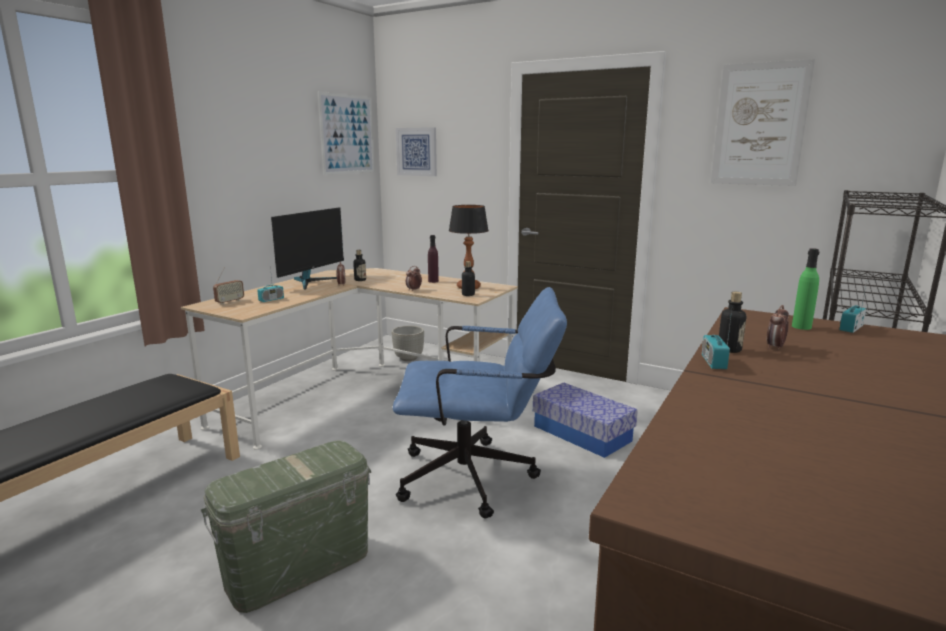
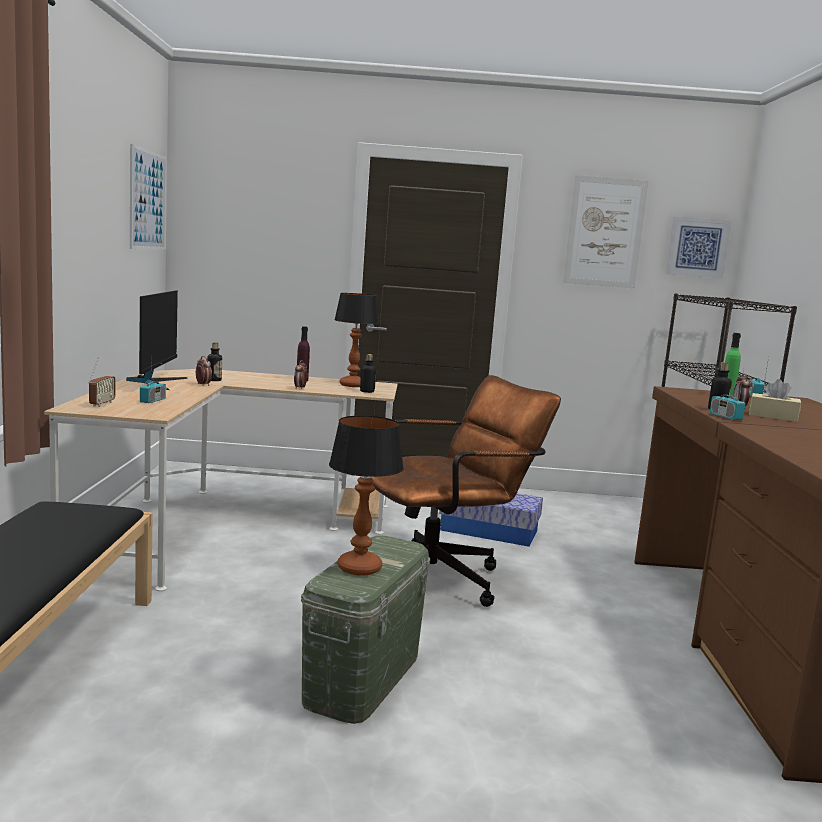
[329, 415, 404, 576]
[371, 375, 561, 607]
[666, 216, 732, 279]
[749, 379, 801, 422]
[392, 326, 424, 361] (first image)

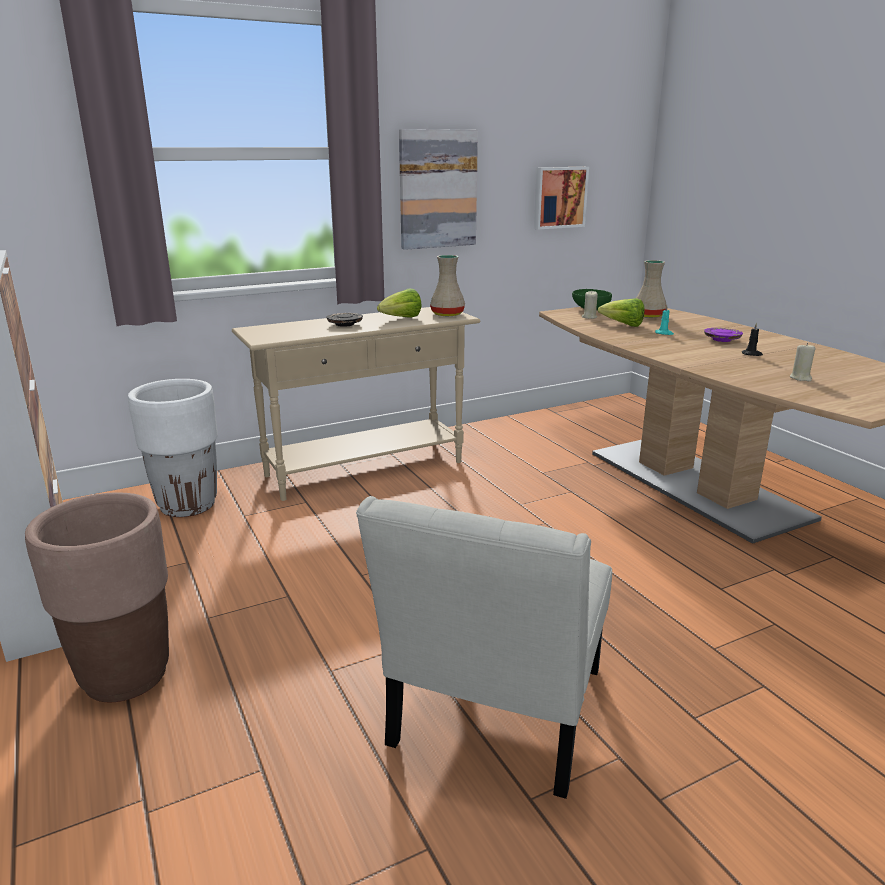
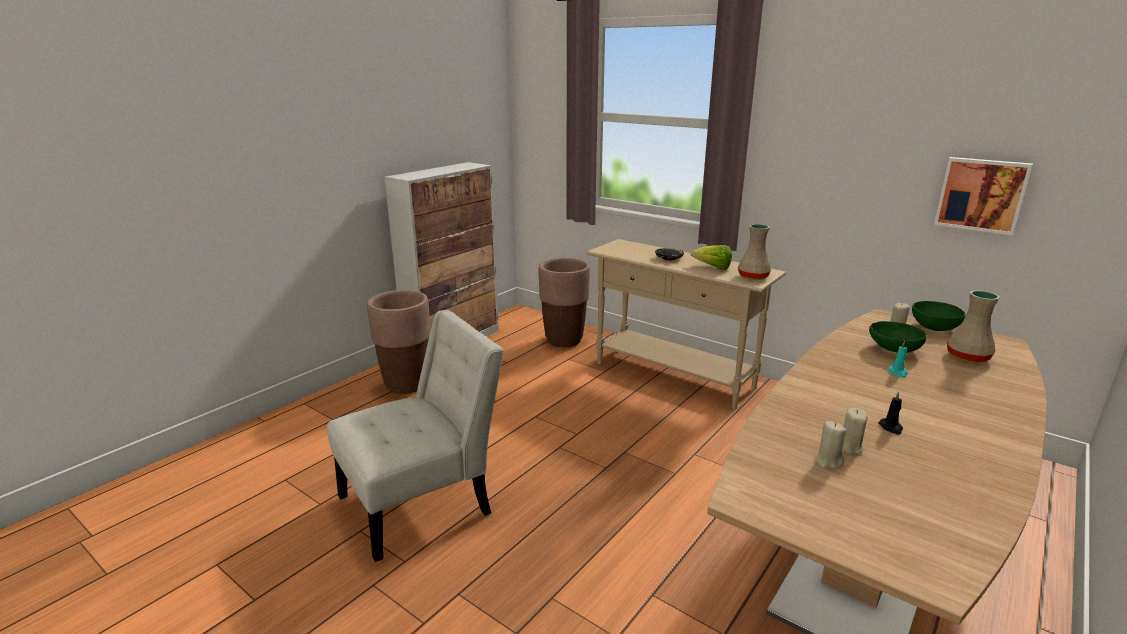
[327, 310, 504, 562]
[539, 258, 590, 347]
[842, 408, 867, 454]
[869, 321, 927, 353]
[399, 129, 478, 250] (first image)
[704, 328, 743, 342] (first image)

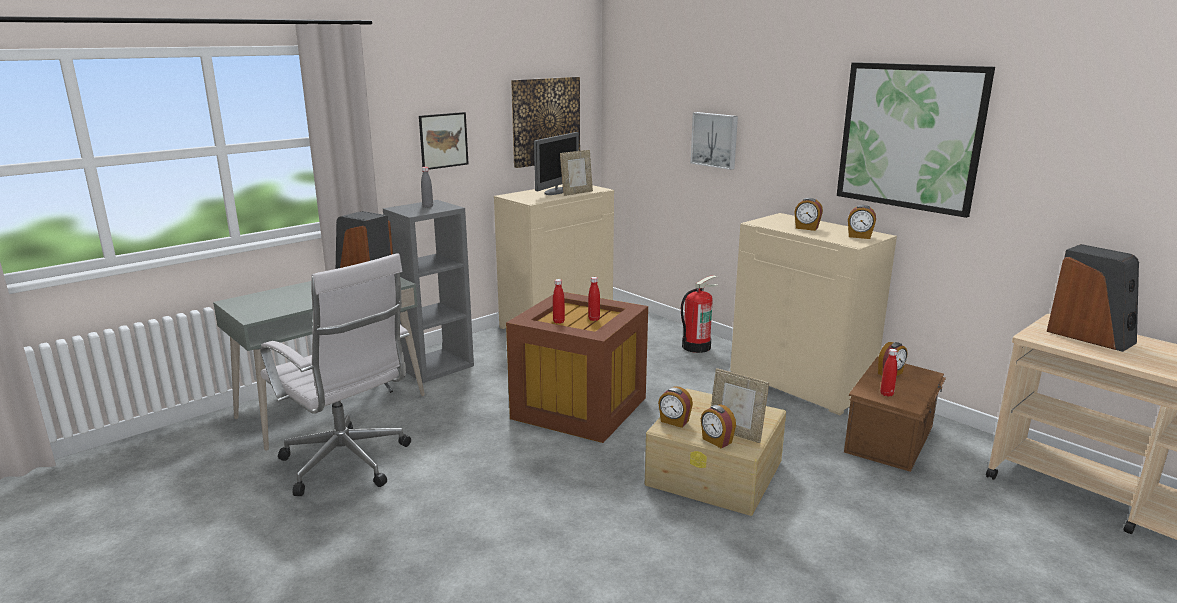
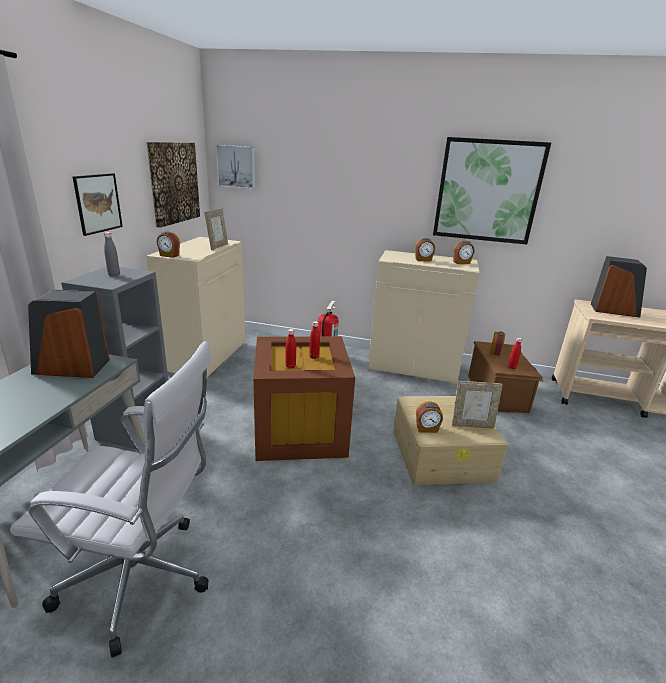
[156, 231, 180, 258]
[216, 145, 255, 189]
[534, 132, 579, 195] (first image)

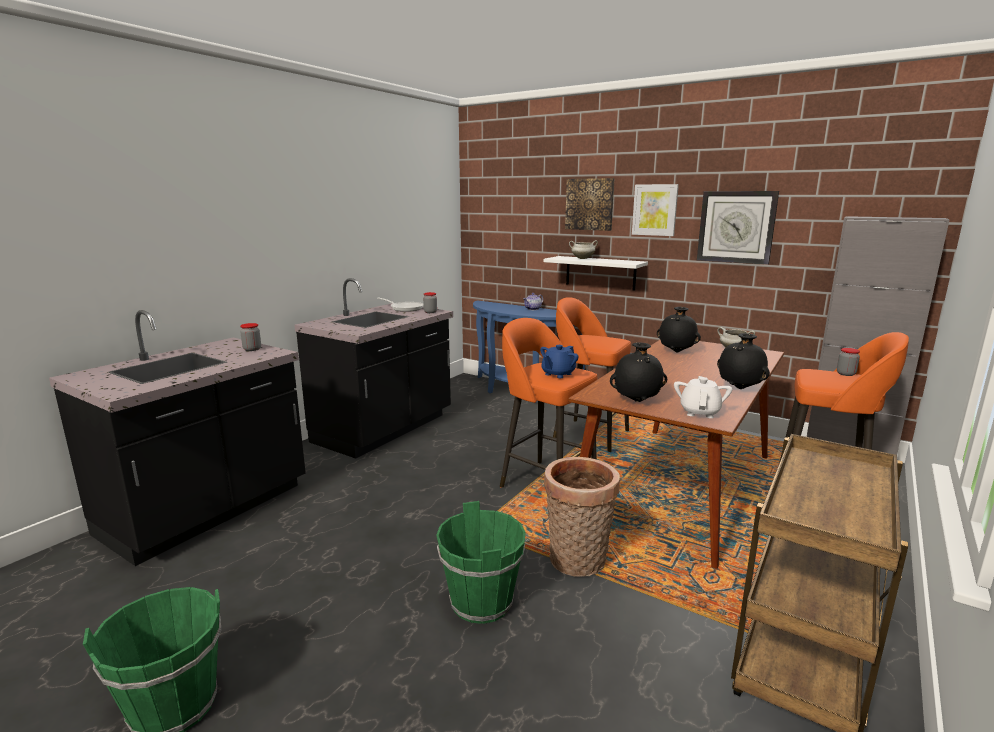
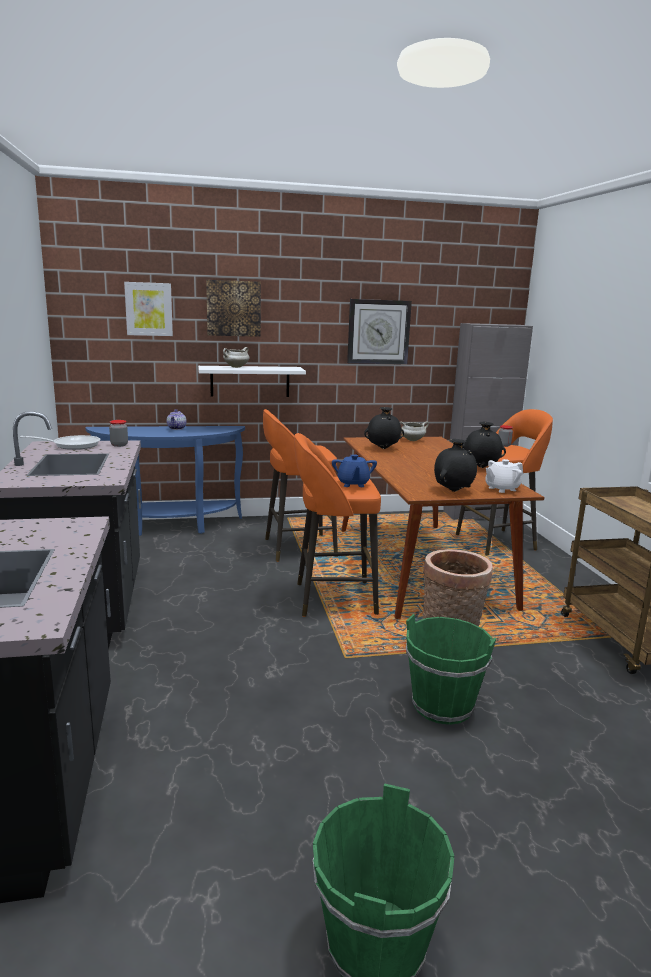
[124, 282, 173, 336]
[485, 459, 523, 493]
[240, 323, 261, 351] (first image)

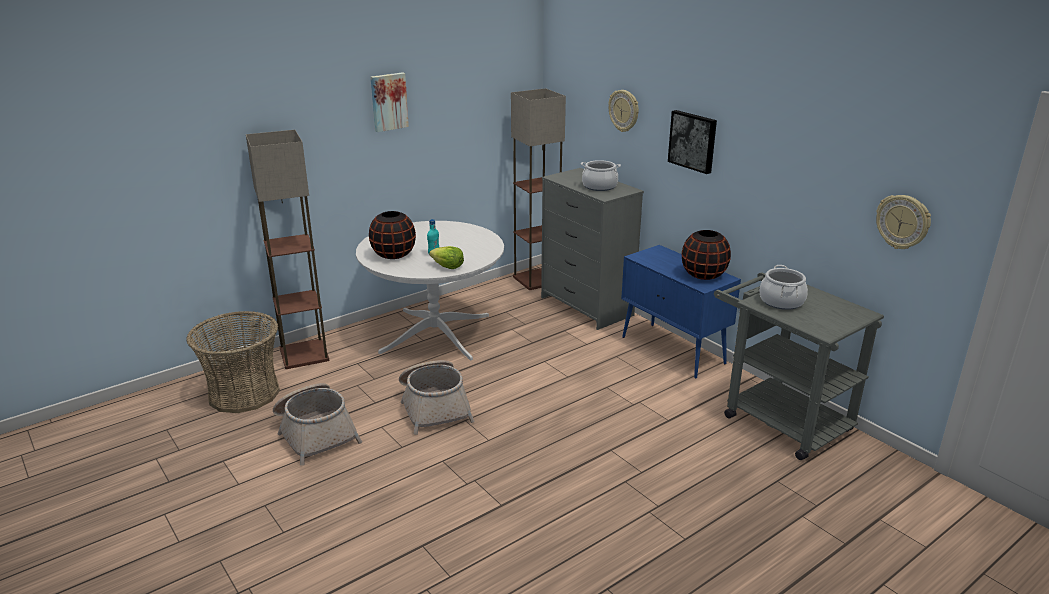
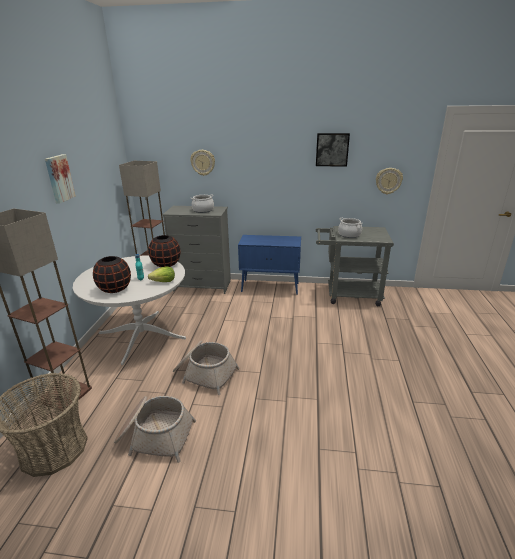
[148, 235, 180, 267]
[316, 133, 350, 167]

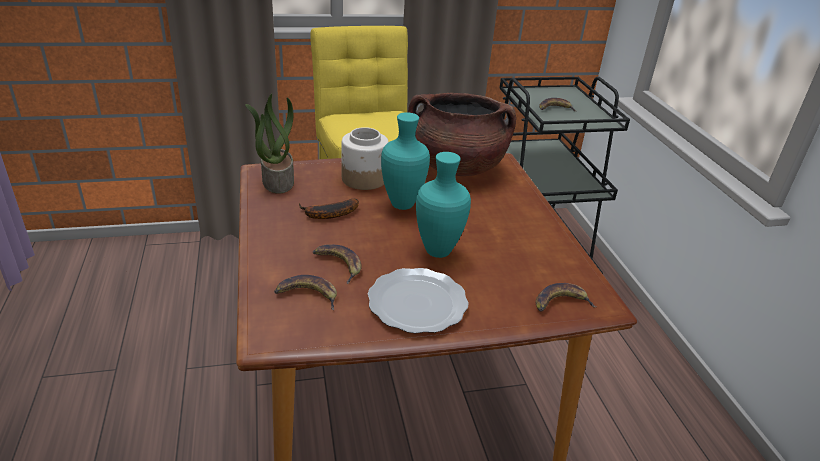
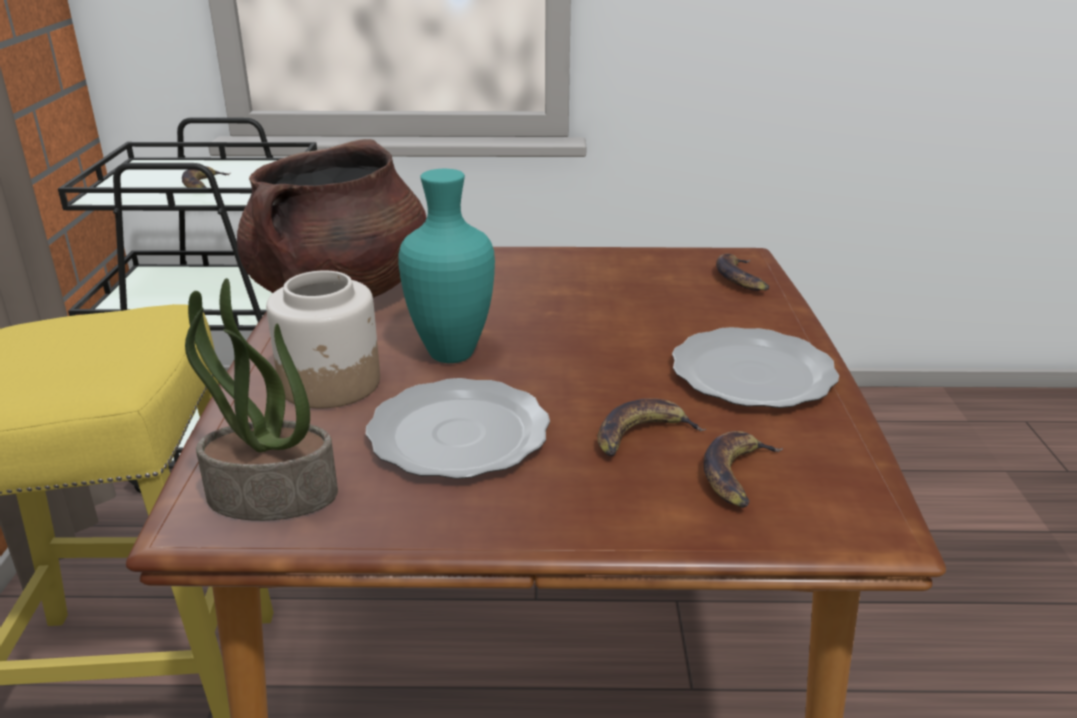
[366, 378, 550, 479]
[416, 152, 471, 258] (first image)

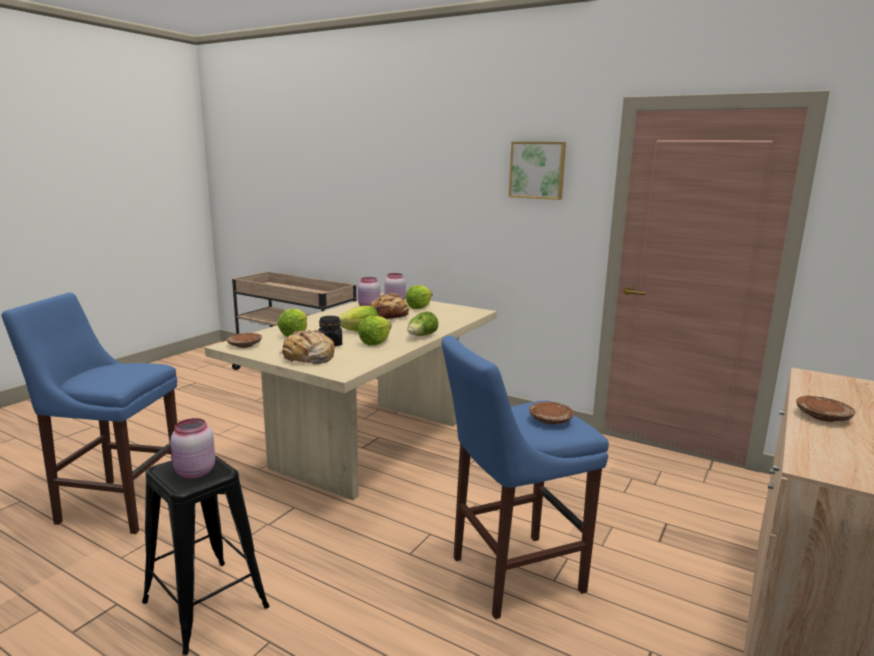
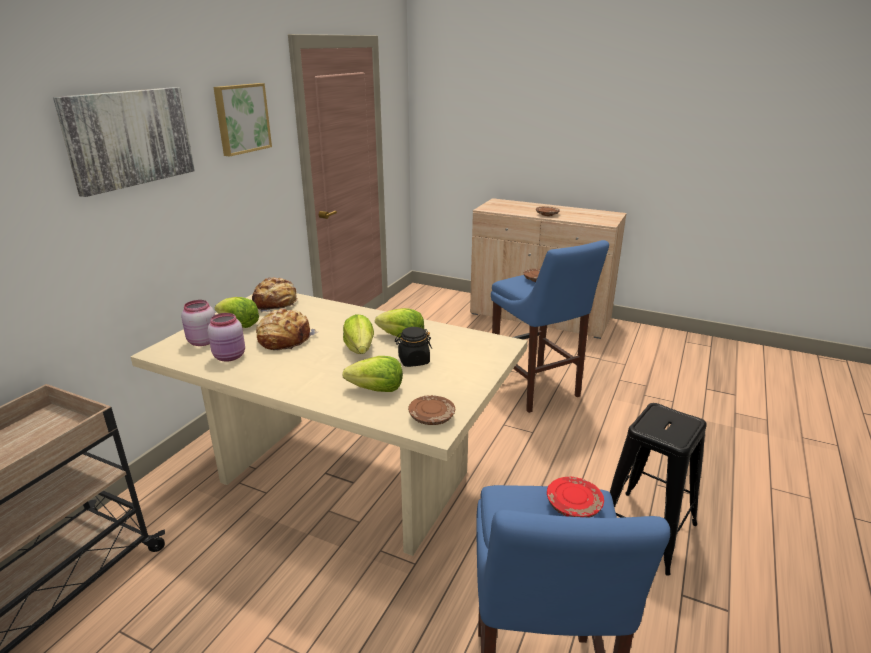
[53, 87, 195, 197]
[252, 277, 297, 312]
[547, 477, 604, 517]
[170, 418, 215, 479] (first image)
[407, 311, 438, 336] (first image)

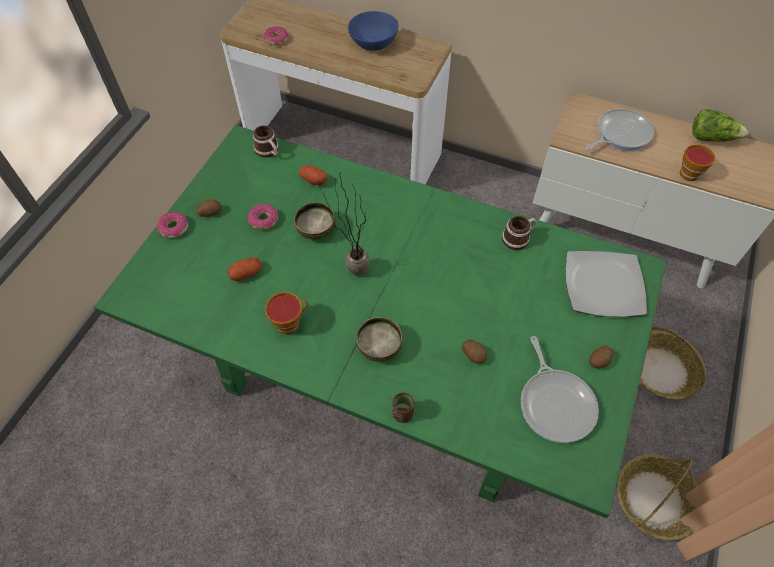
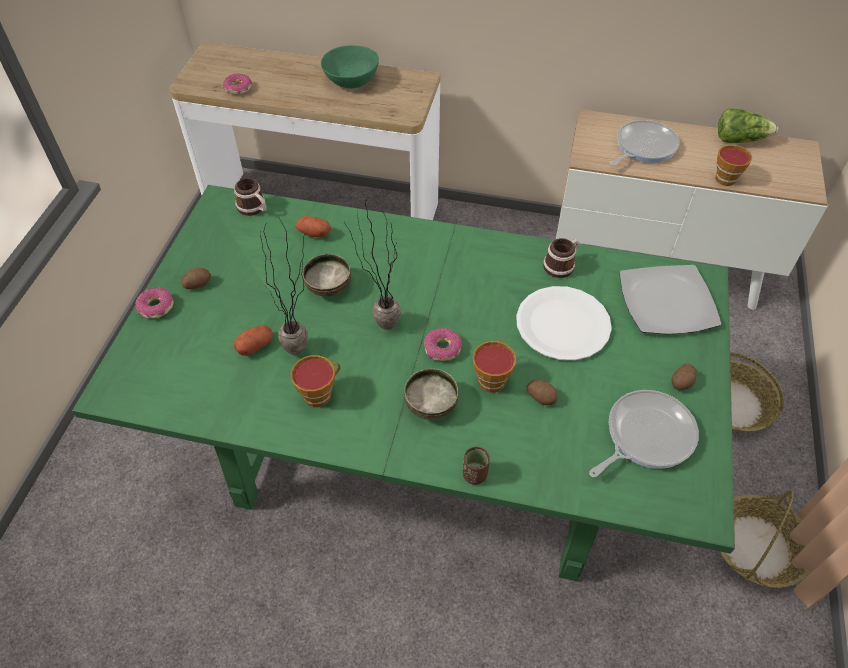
[260, 218, 308, 355]
[321, 45, 379, 89]
[424, 328, 463, 361]
[473, 340, 516, 393]
[516, 286, 612, 360]
[589, 390, 699, 477]

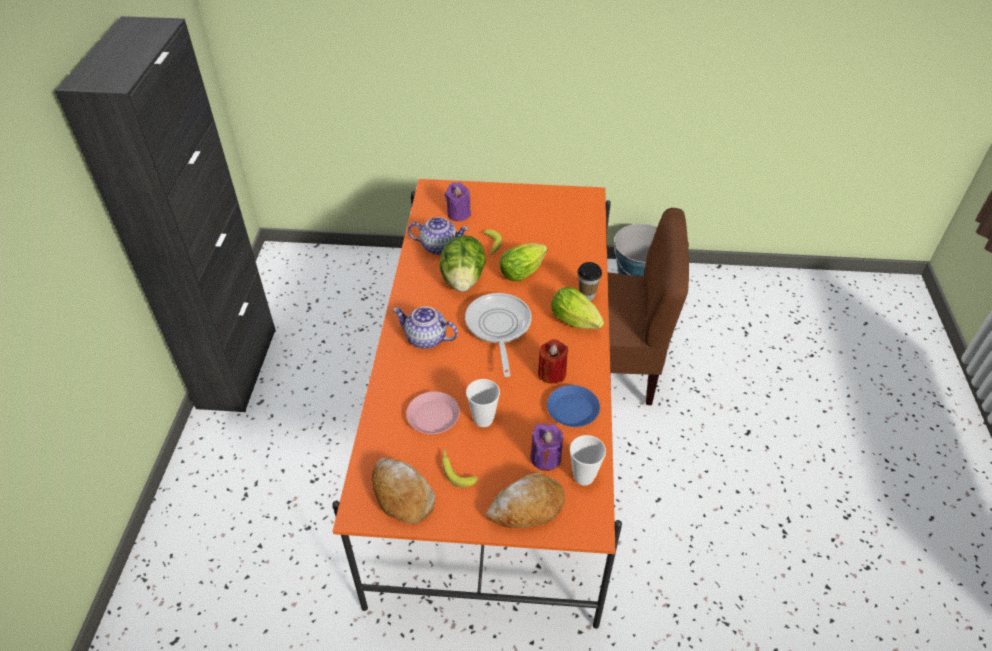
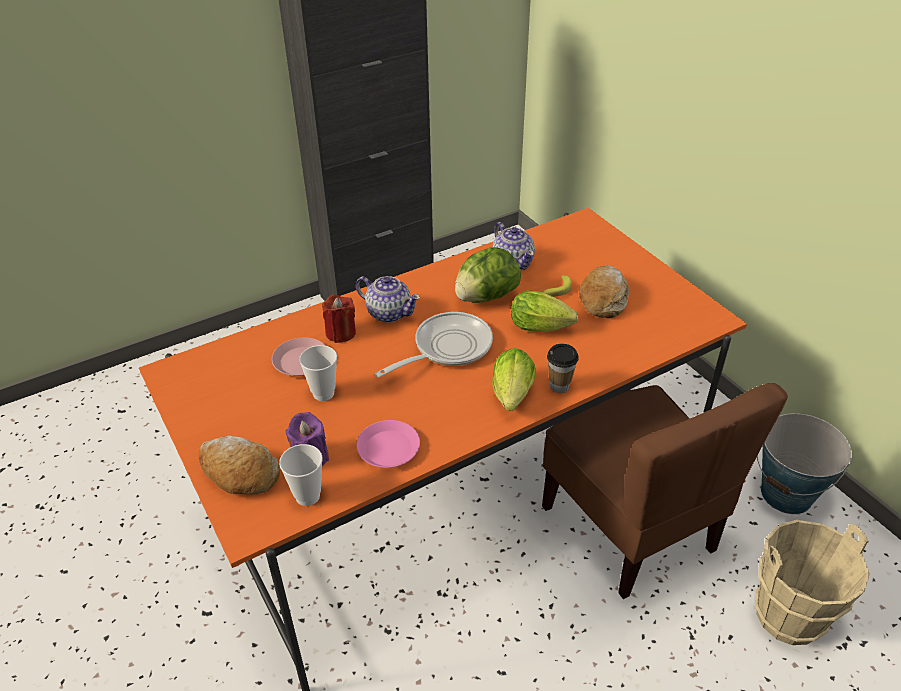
[322, 295, 356, 343]
[356, 276, 420, 323]
[356, 420, 420, 468]
[579, 265, 629, 318]
[755, 520, 870, 645]
[442, 449, 478, 487] (first image)
[445, 182, 471, 221] (first image)

